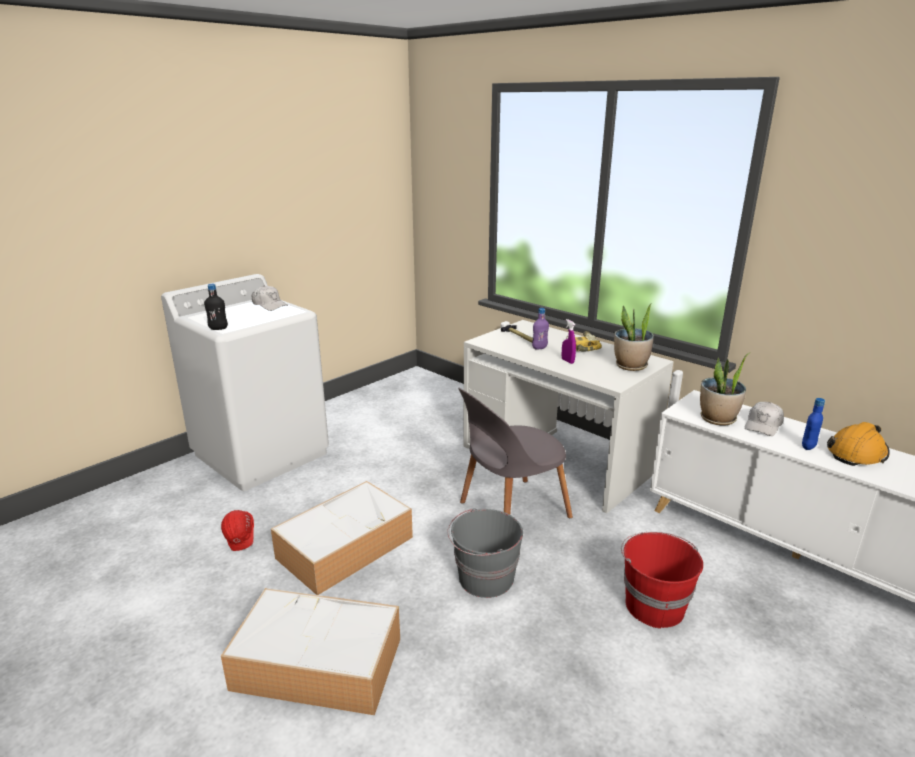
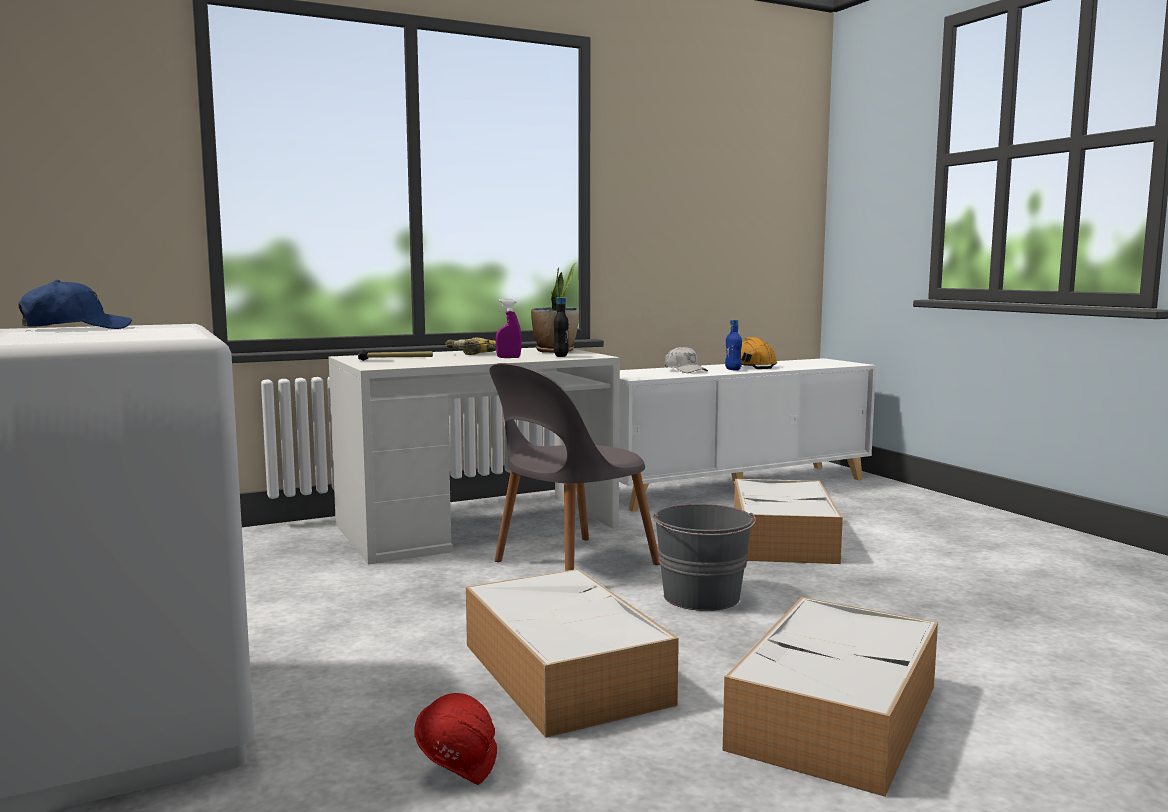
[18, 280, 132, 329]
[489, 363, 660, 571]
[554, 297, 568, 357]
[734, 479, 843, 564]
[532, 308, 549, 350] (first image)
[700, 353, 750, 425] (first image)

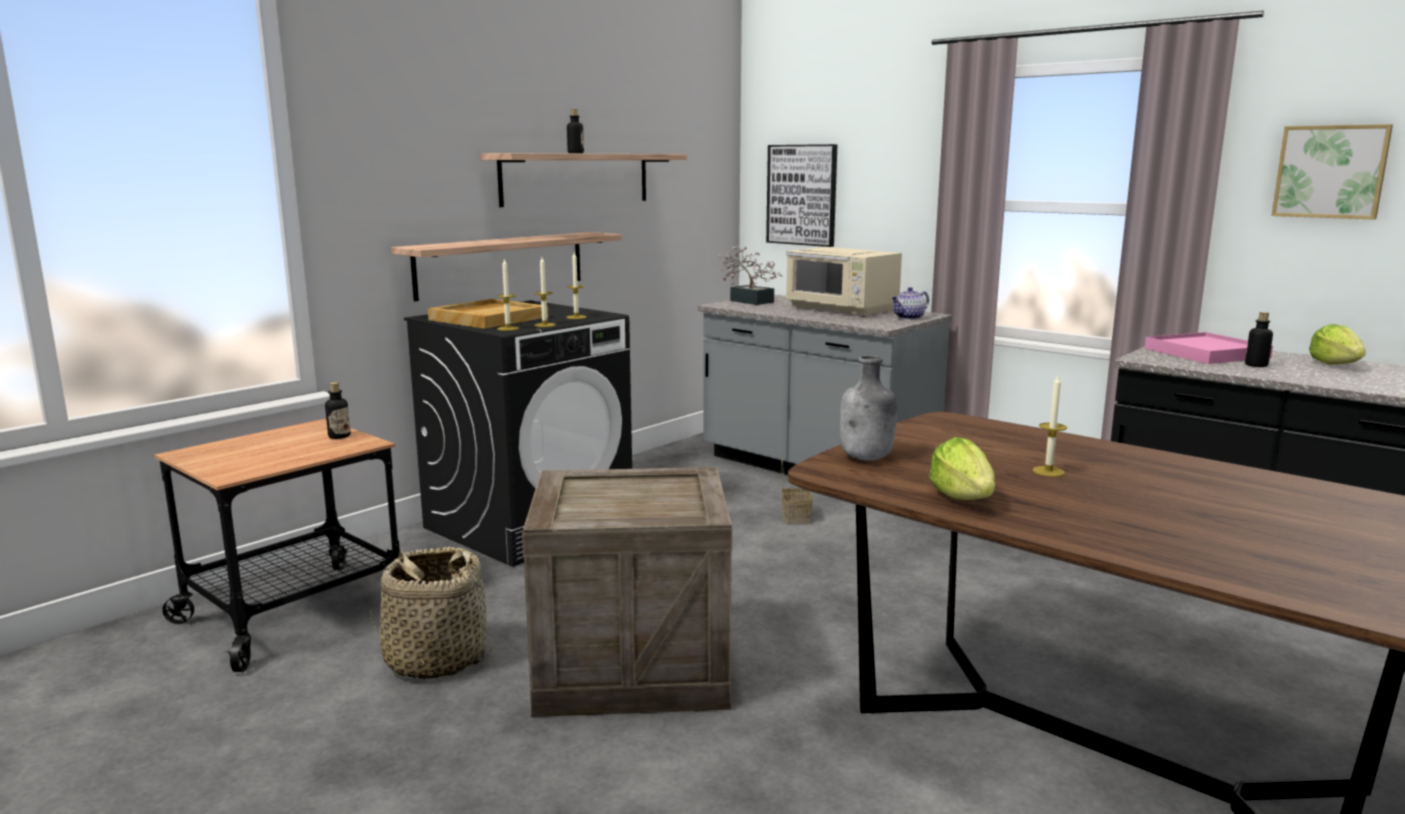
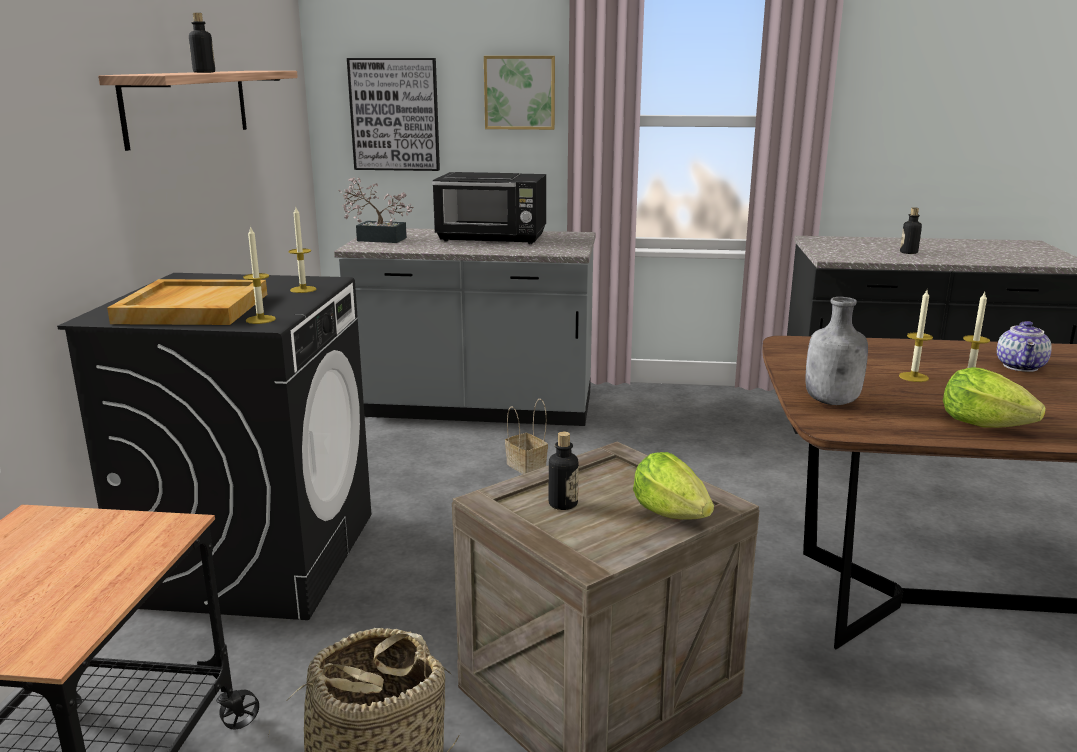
[432, 172, 546, 244]
[484, 56, 555, 130]
[549, 432, 579, 510]
[633, 452, 714, 520]
[899, 290, 933, 382]
[997, 321, 1052, 372]
[391, 232, 622, 301] (first image)
[1144, 332, 1273, 364] (first image)

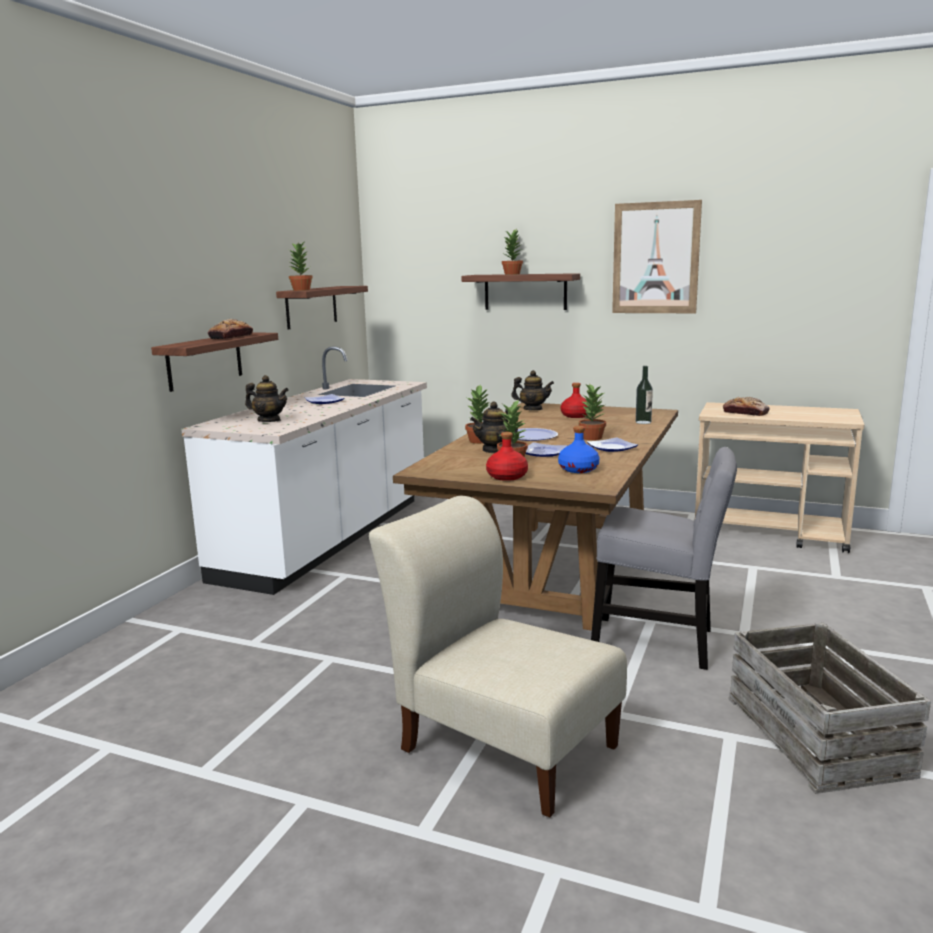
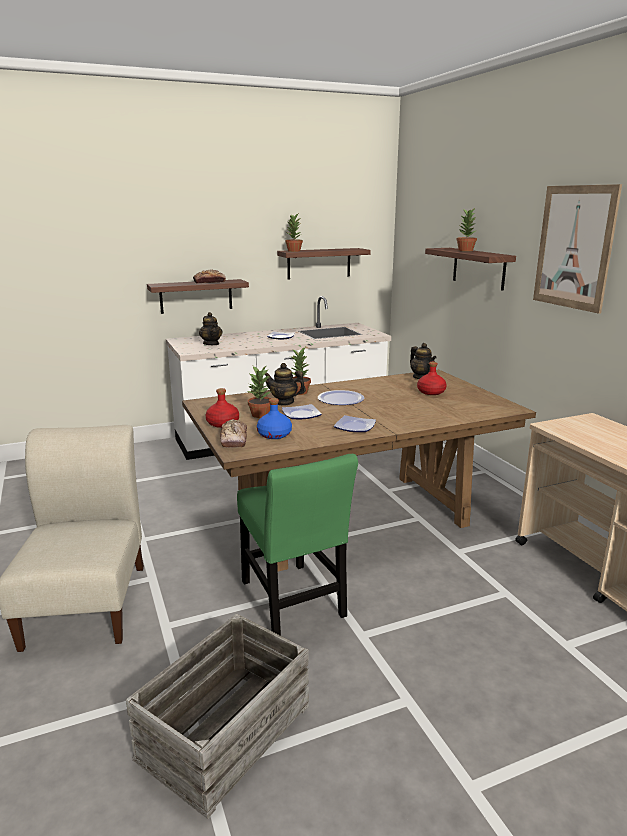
[220, 419, 247, 448]
[237, 454, 358, 636]
[579, 384, 606, 440] (first image)
[636, 366, 653, 424] (first image)

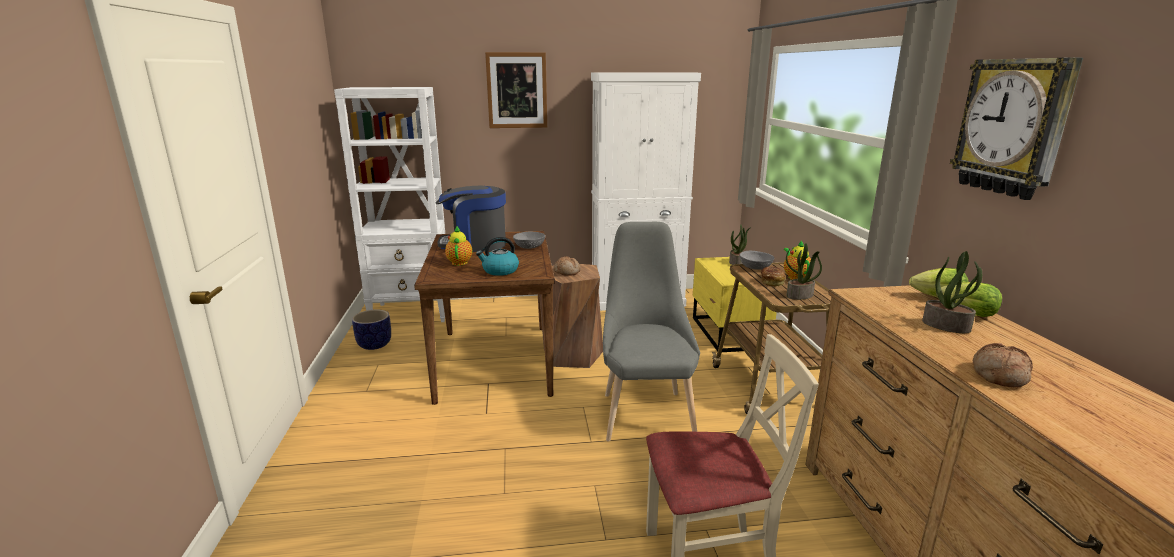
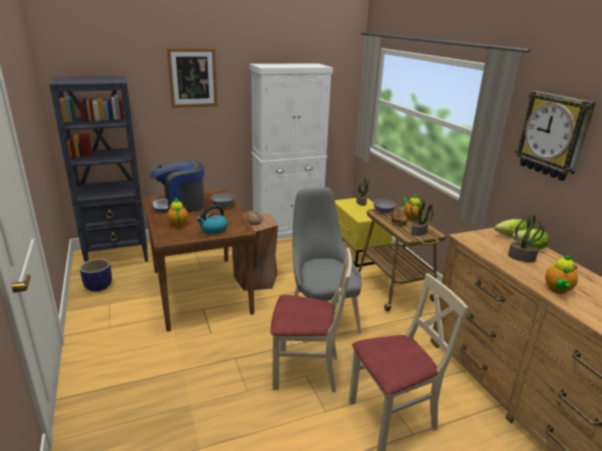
[49, 76, 148, 262]
[270, 248, 352, 392]
[545, 254, 578, 294]

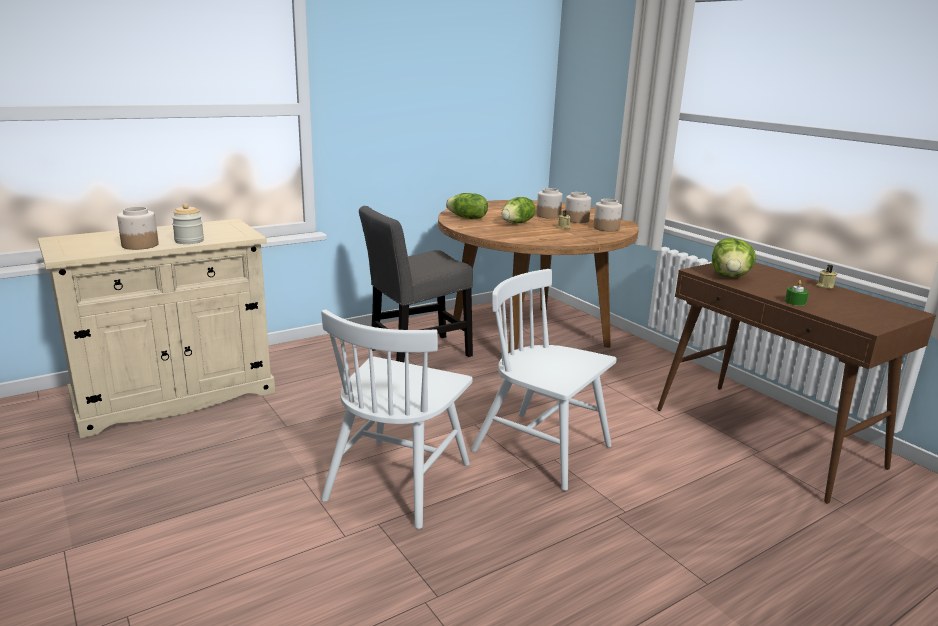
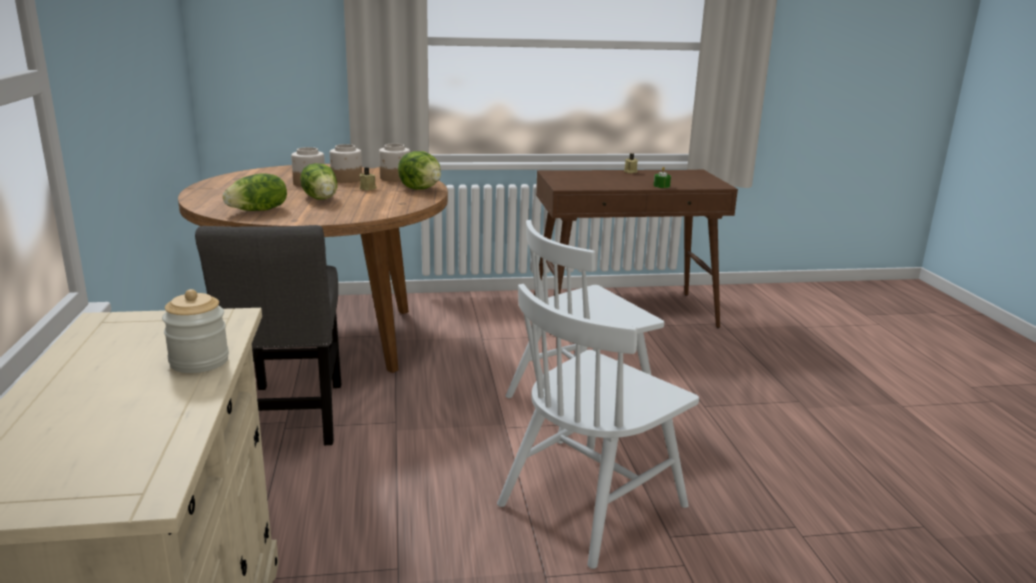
[398, 151, 441, 190]
[497, 284, 699, 569]
[117, 207, 159, 250] (first image)

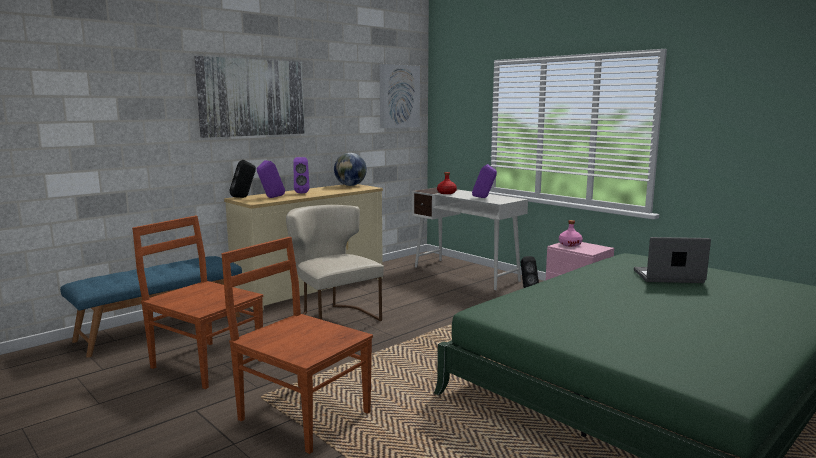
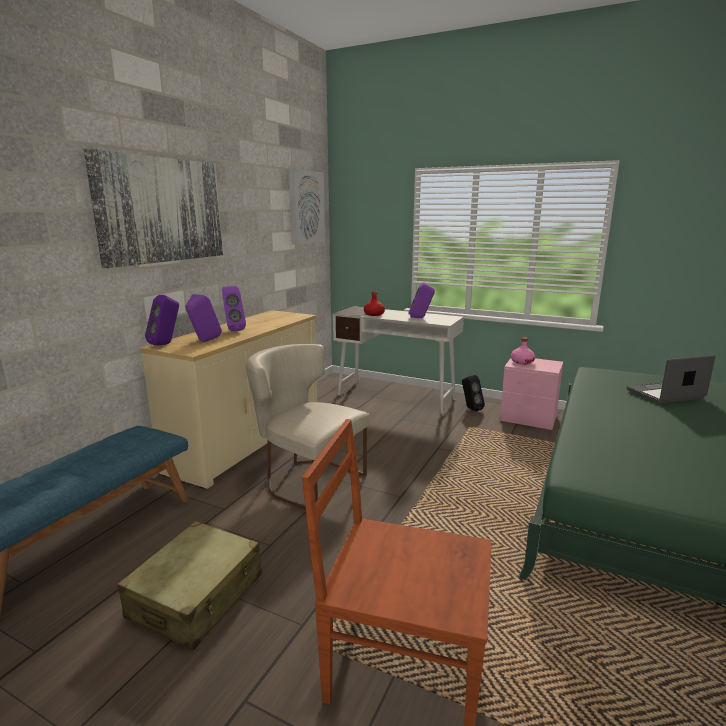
[117, 521, 262, 650]
[145, 295, 179, 346]
[334, 153, 367, 186] (first image)

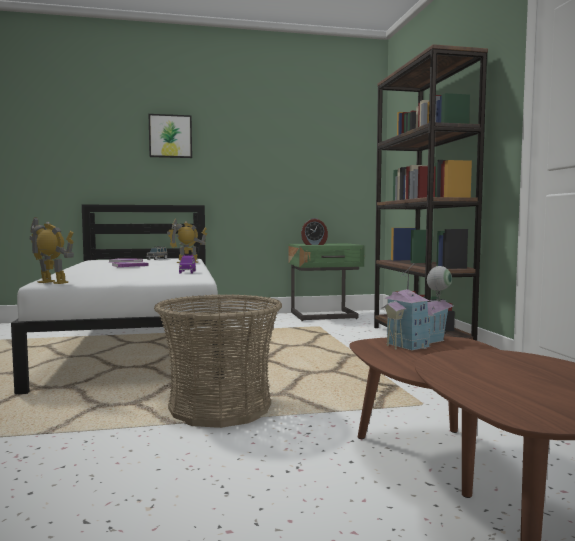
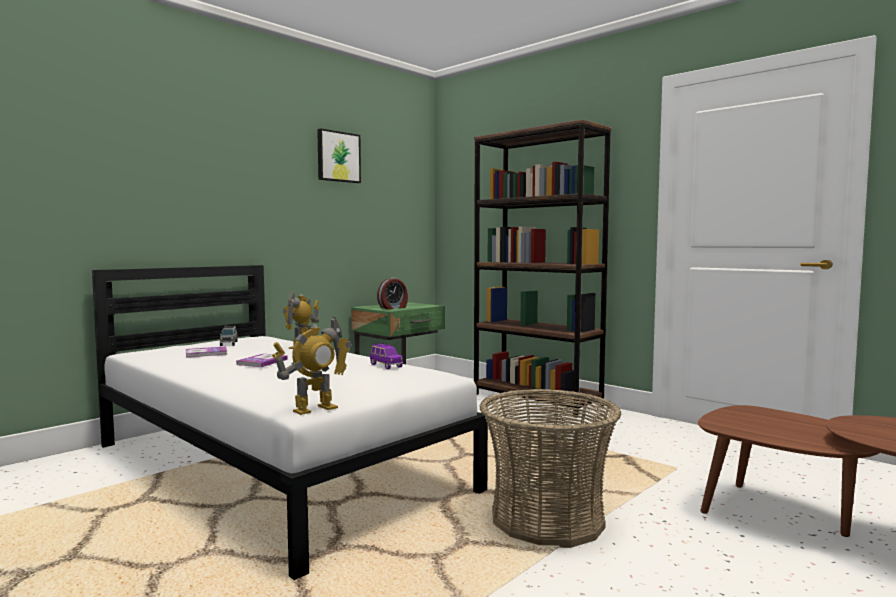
[272, 317, 352, 415]
[317, 128, 361, 183]
[381, 263, 453, 351] (first image)

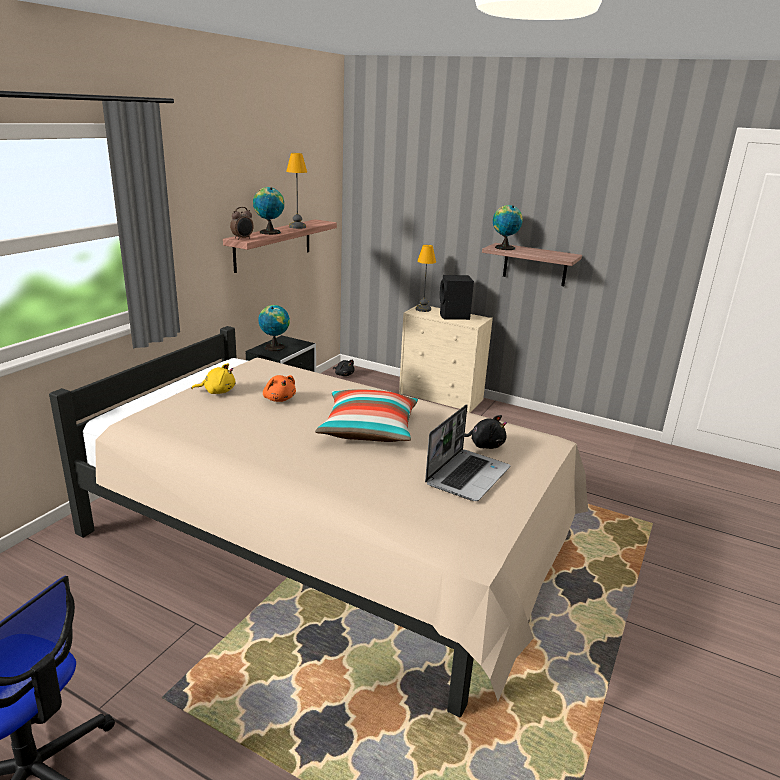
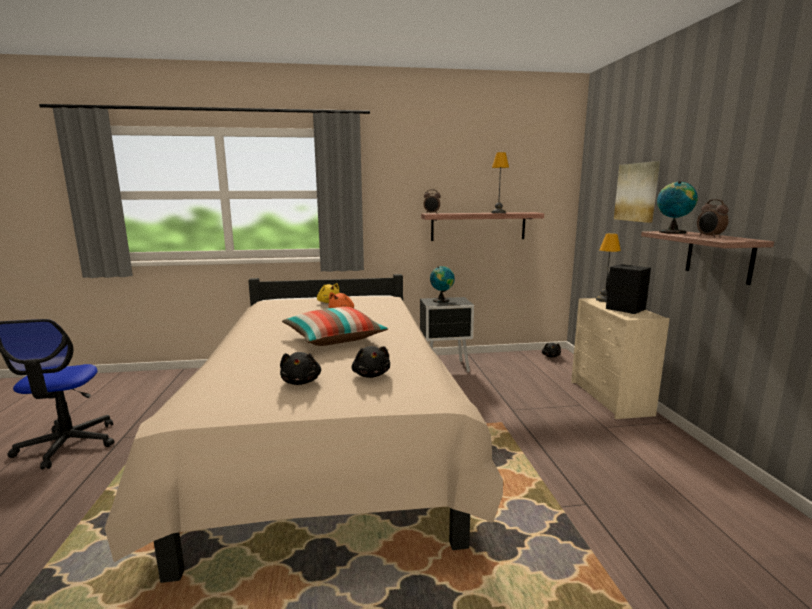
[280, 352, 321, 385]
[614, 161, 660, 223]
[697, 199, 729, 238]
[253, 187, 284, 235] (first image)

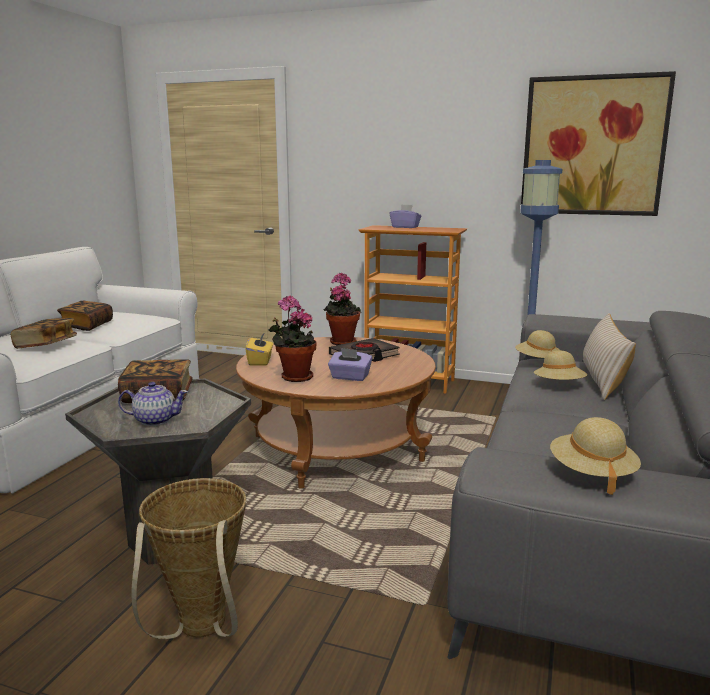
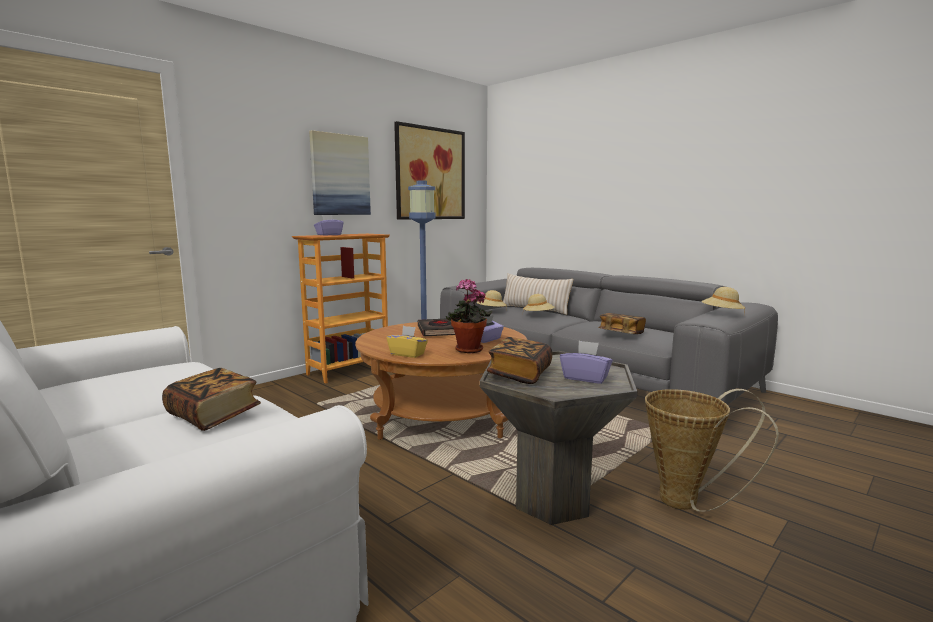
[309, 130, 371, 215]
[560, 341, 613, 384]
[598, 313, 646, 334]
[324, 273, 361, 345] (first image)

